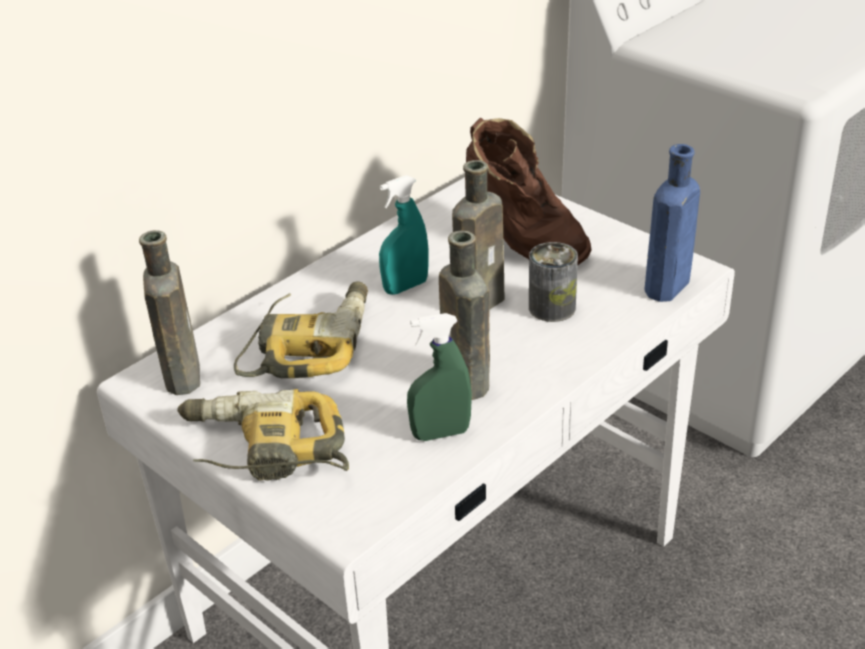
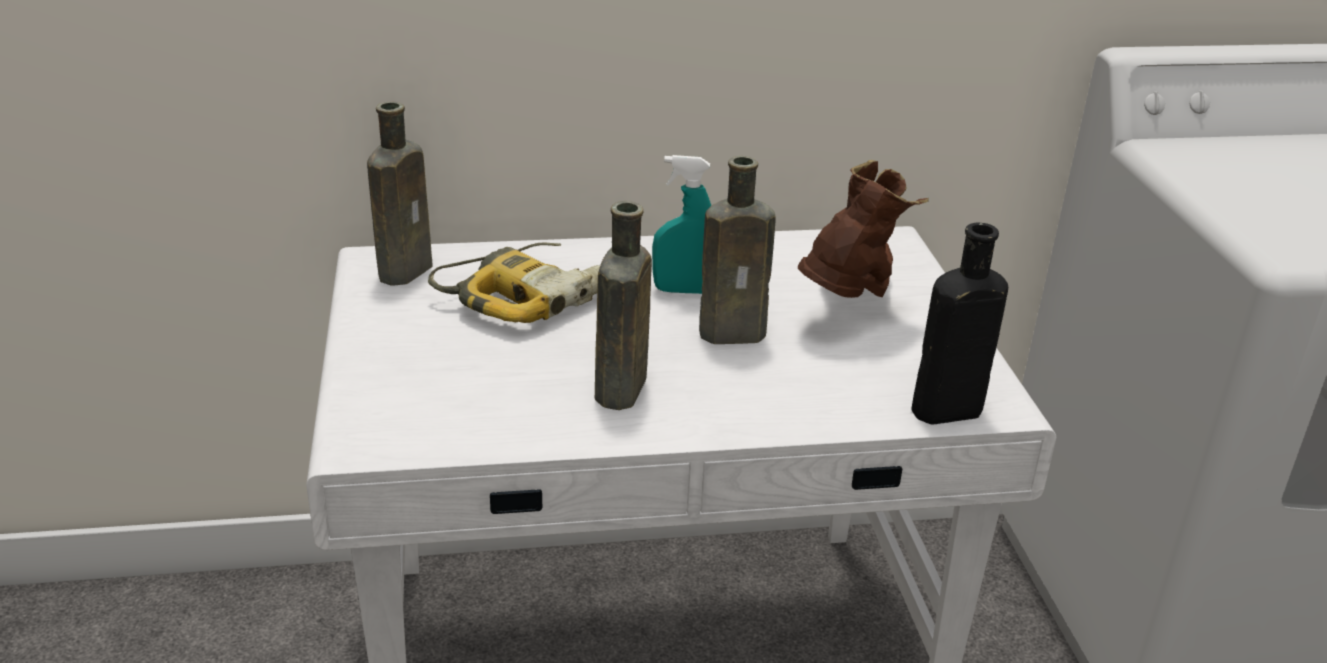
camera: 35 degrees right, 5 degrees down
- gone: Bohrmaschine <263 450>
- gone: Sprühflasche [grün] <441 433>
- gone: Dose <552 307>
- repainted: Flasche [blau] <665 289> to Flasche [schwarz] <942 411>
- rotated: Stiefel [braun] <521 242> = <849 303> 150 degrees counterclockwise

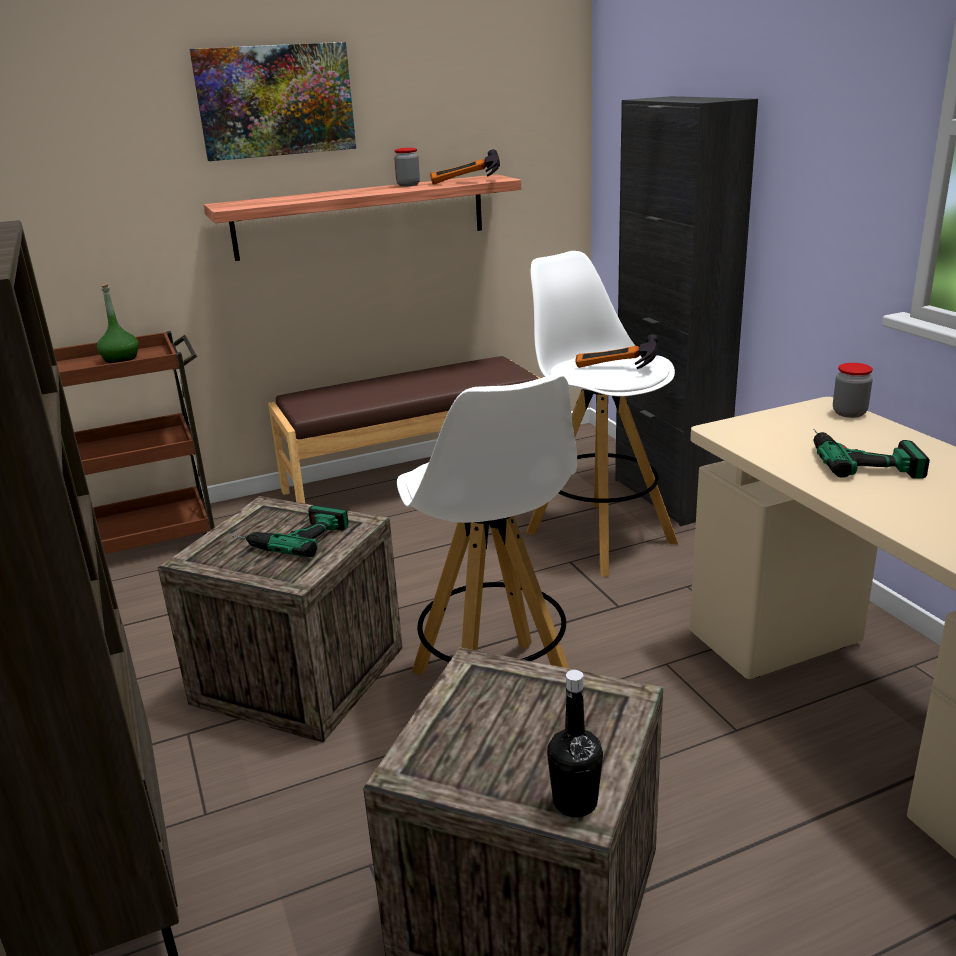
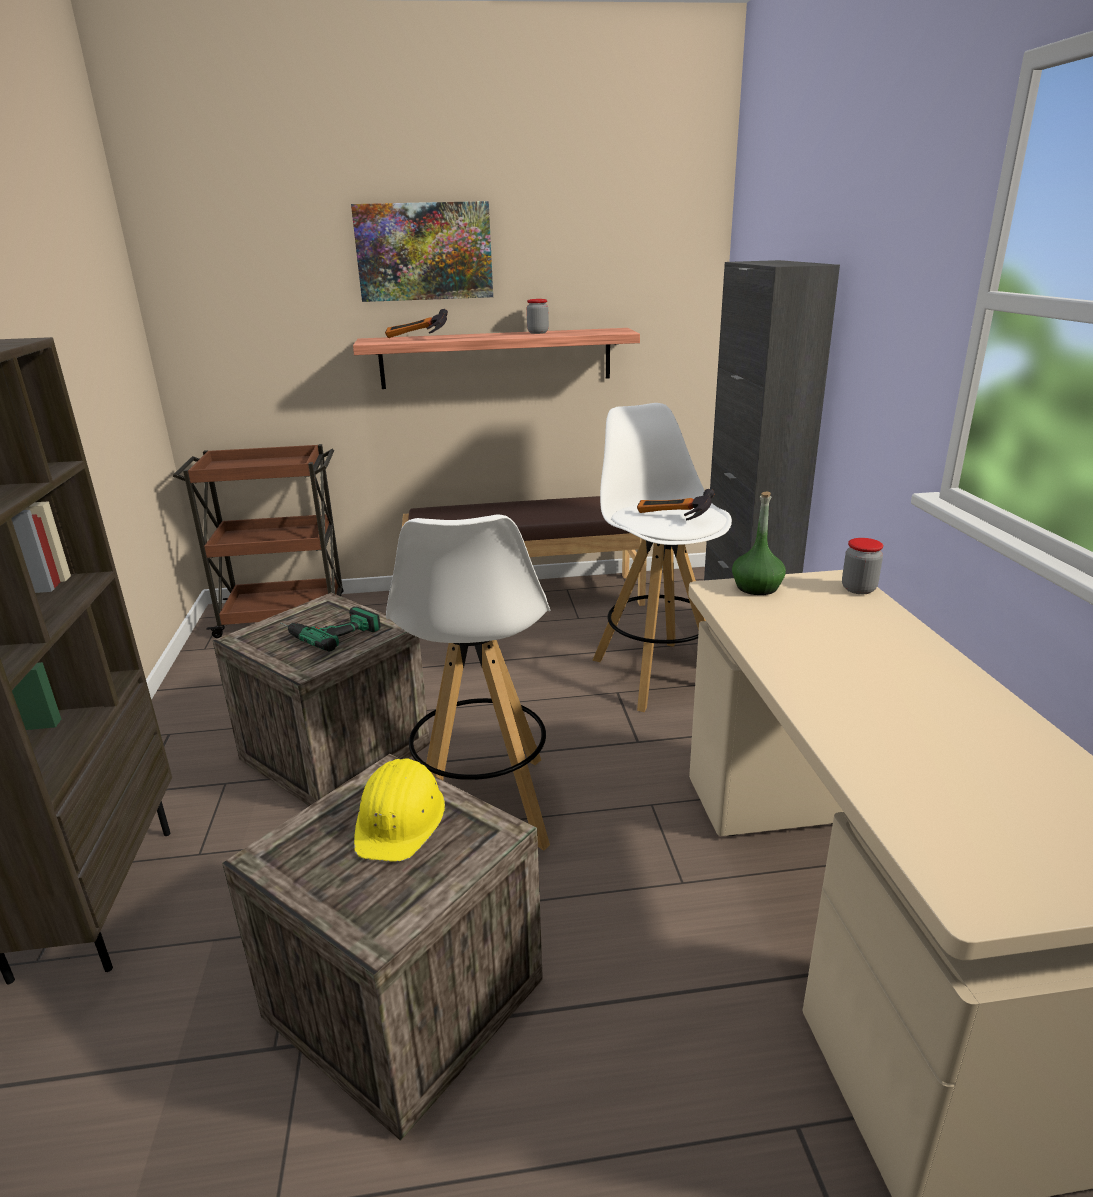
camera: 15 degrees right, 0 degrees up
- gone: Flasche [schwarz] <575 802>
- gone: Bohrmaschine <860 457>
- new: Schutzhelm [gelb] <400 819>
- shifted: Flasche [grün] <120 359> to <756 587>
- shifted: Hammer <466 183> to <415 338>

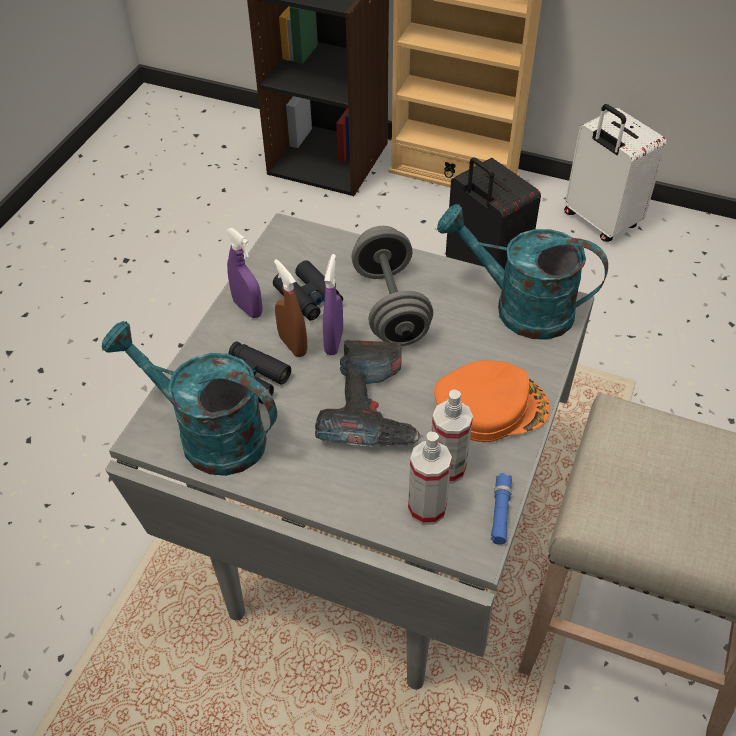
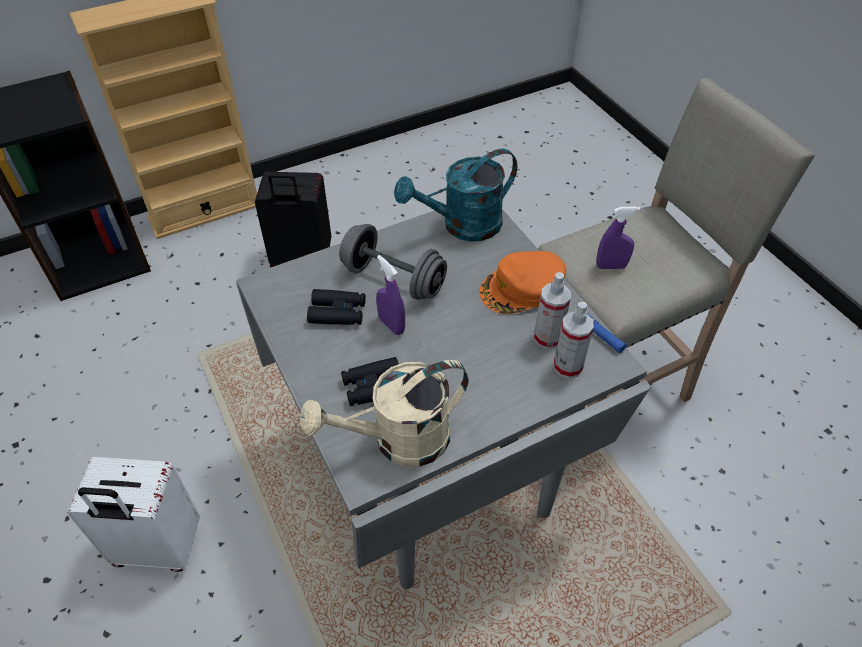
camera: 50 degrees left, 0 degrees up
- gone: Sprühflasche [braun] <293 345>
- gone: Bohrmaschine <372 408>
- shifted: Sprühflasche [lila] <248 308> to <611 266>
- shifted: Koffer [weiß] <599 221> to <157 549>
- repainted: Gießkanne [türkis] <208 435> to Gießkanne [beige] <398 441>
- rotated: Kappe [orange] <491 406> = <522 288> 150 degrees counterclockwise

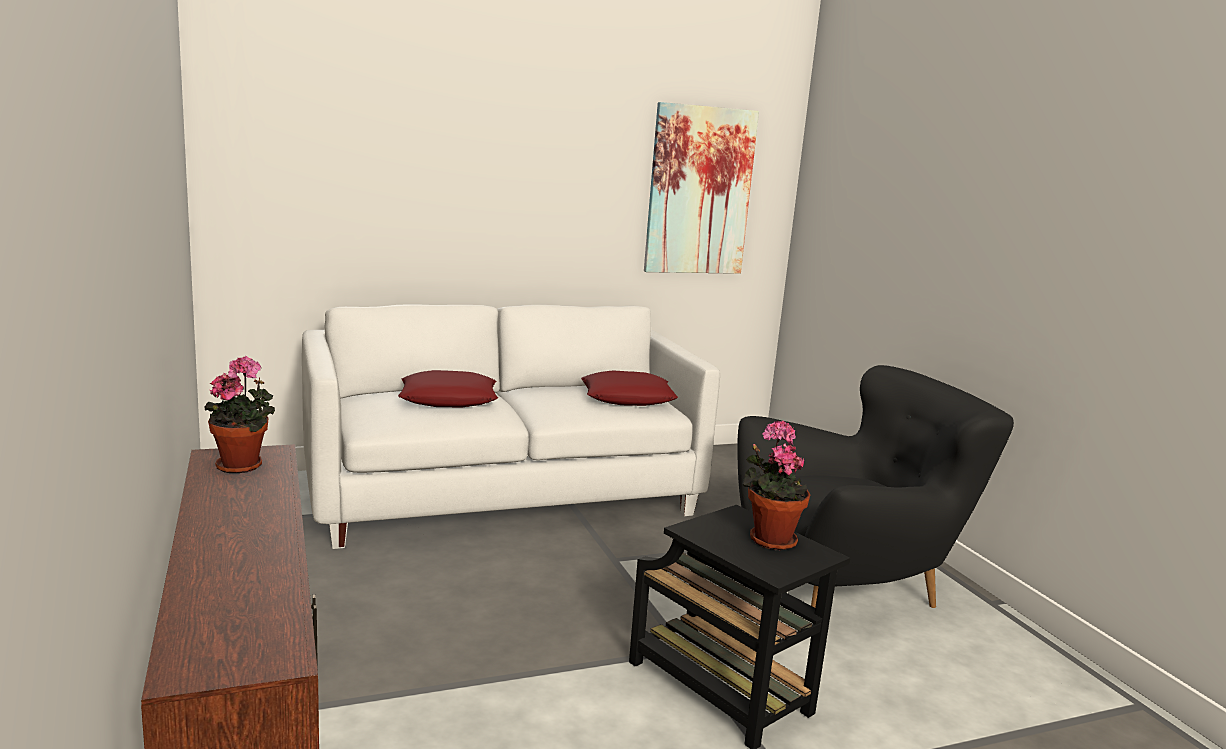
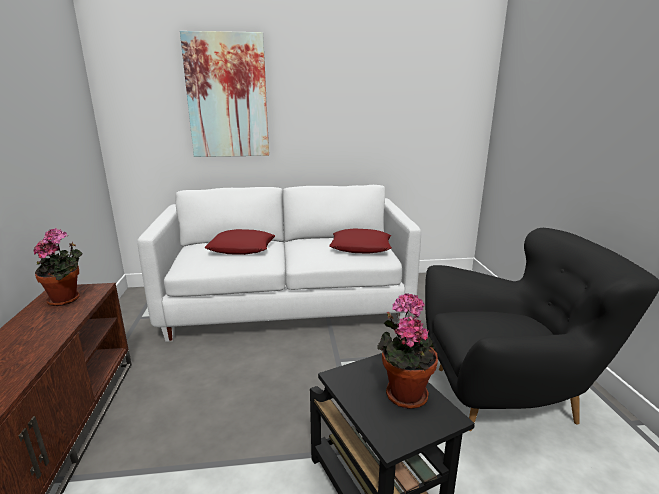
camera: 15 degrees right, 5 degrees up
- shifted: Bild <699 191> to <227 96>

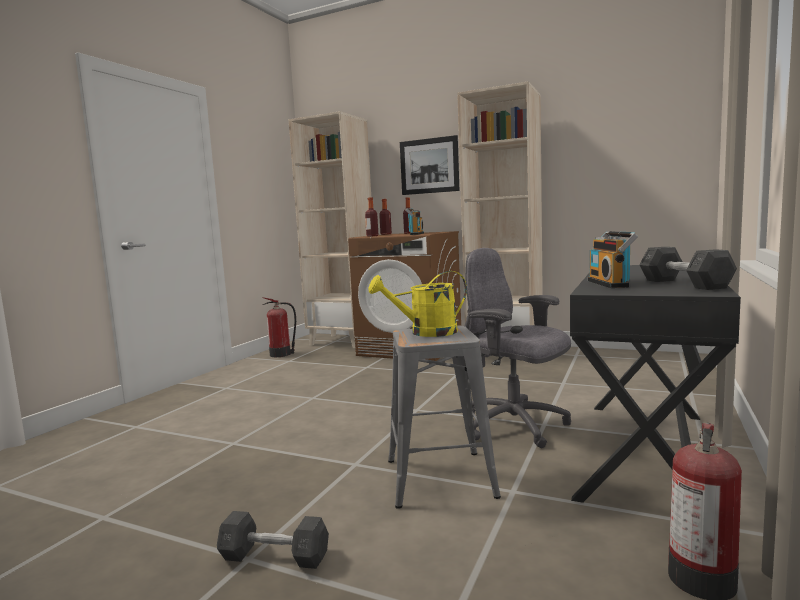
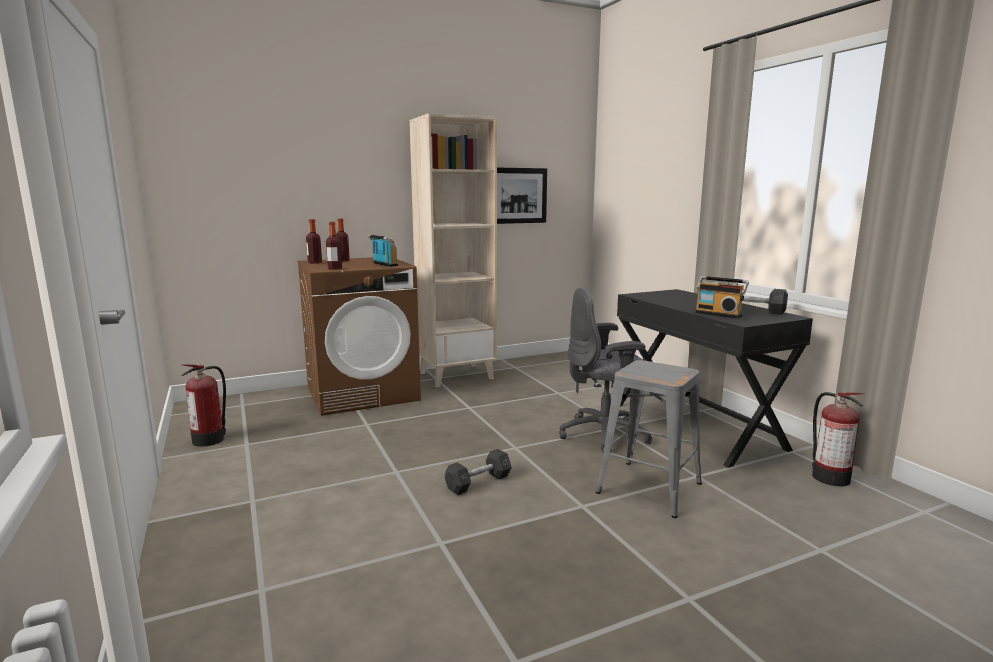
camera: 50 degrees left, 5 degrees up
- gone: Bücherregal [beige] <344 341>
- gone: Gießkanne [gelb] <425 333>
- shifted: Hantel [grau] <274 557> to <478 482>
- shifted: Bild <429 166> to <518 195>

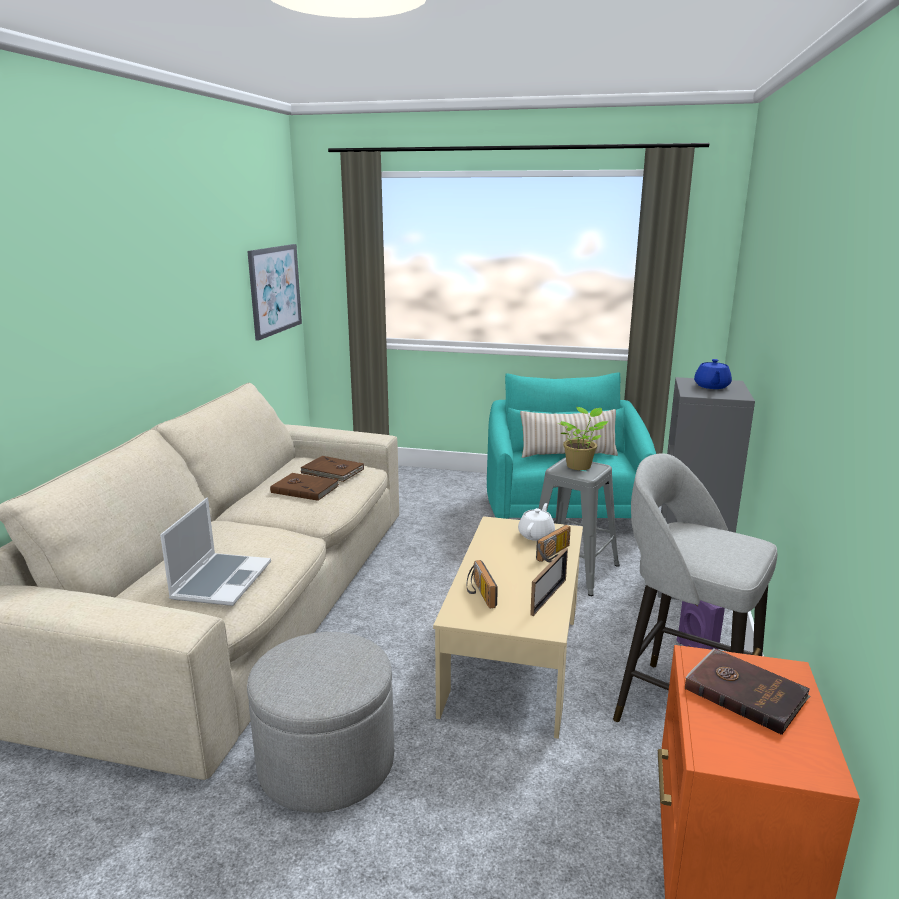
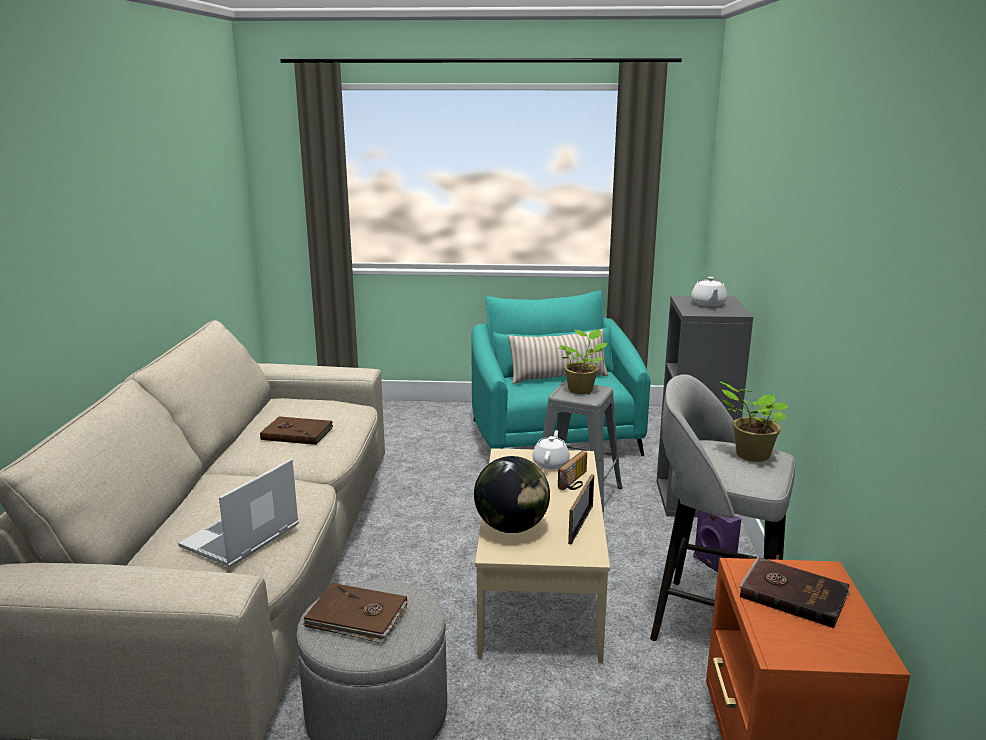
camera: 10 degrees left, 0 degrees up
- gone: Bild <275 290>
- new: Topfpflanze <749 455>
- shifted: Buch [braun] <332 472> to <357 617>
- swapped: Radio <479 593> to Globus <511 527>
- repainted: Teekanne [blau] <711 386> to Teekanne [weiß] <708 304>
- rotated: Laptop <221 580> = <241 538> 150 degrees counterclockwise

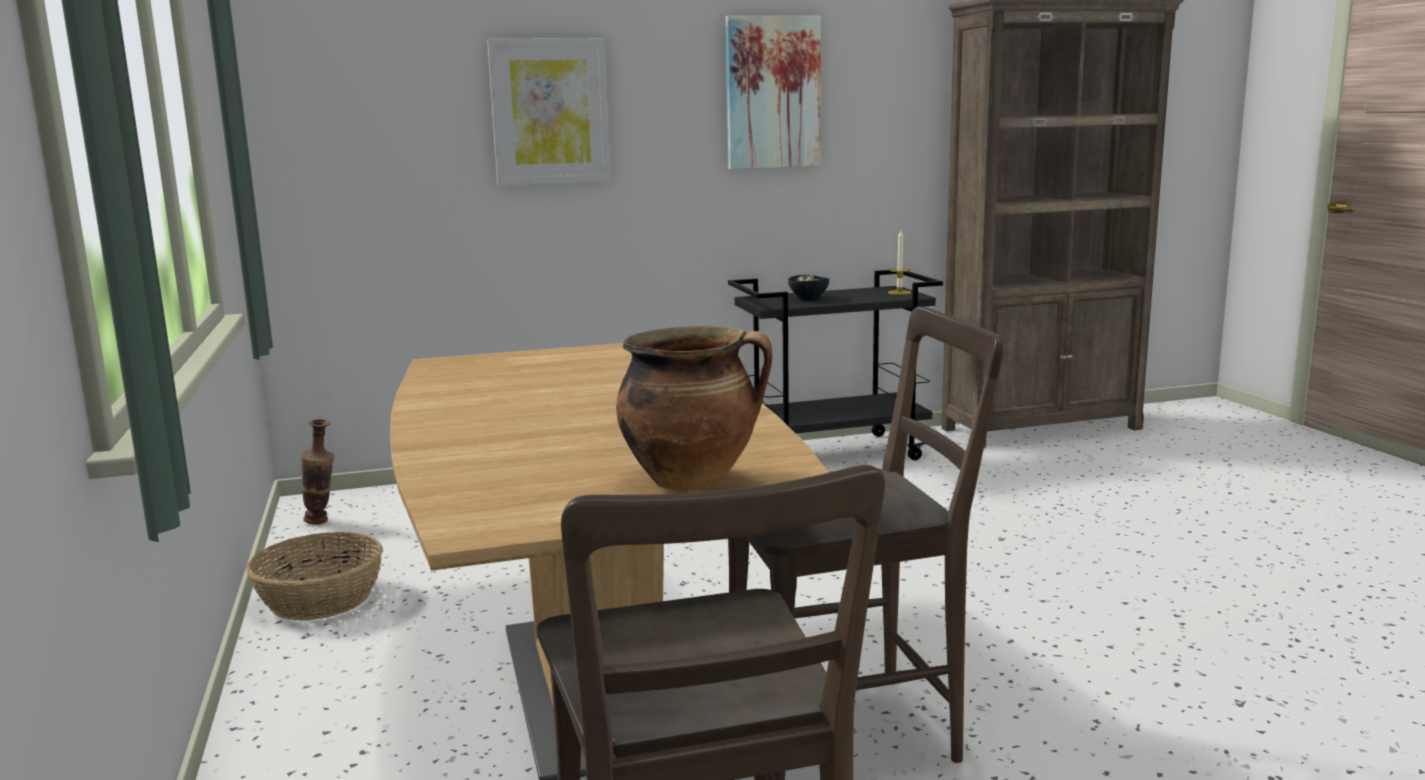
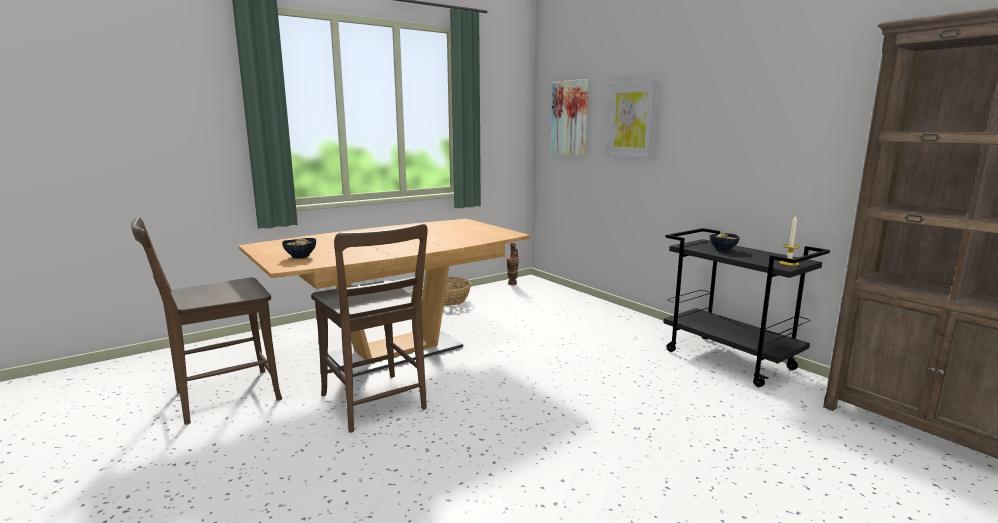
camera: 70 degrees right, 0 degrees up
- shifted: Bild <772 93> to <570 118>
- swapped: Kochtopf <693 480> to Schüssel <301 256>

